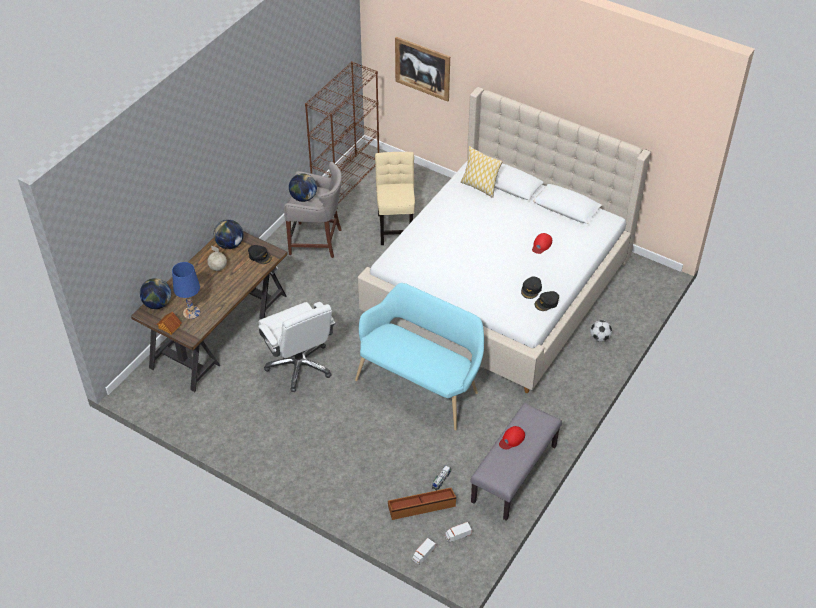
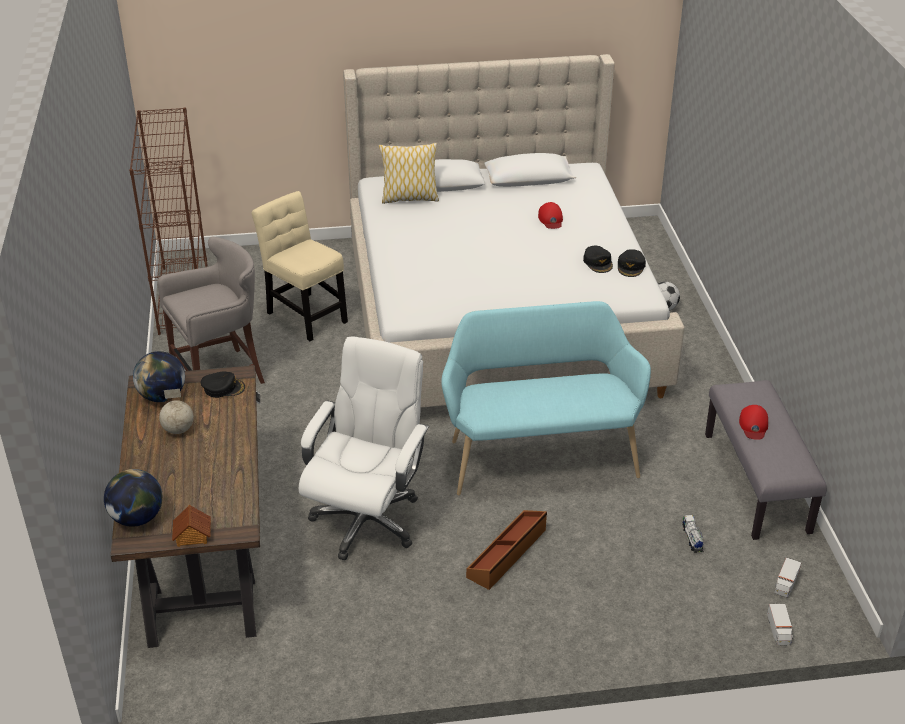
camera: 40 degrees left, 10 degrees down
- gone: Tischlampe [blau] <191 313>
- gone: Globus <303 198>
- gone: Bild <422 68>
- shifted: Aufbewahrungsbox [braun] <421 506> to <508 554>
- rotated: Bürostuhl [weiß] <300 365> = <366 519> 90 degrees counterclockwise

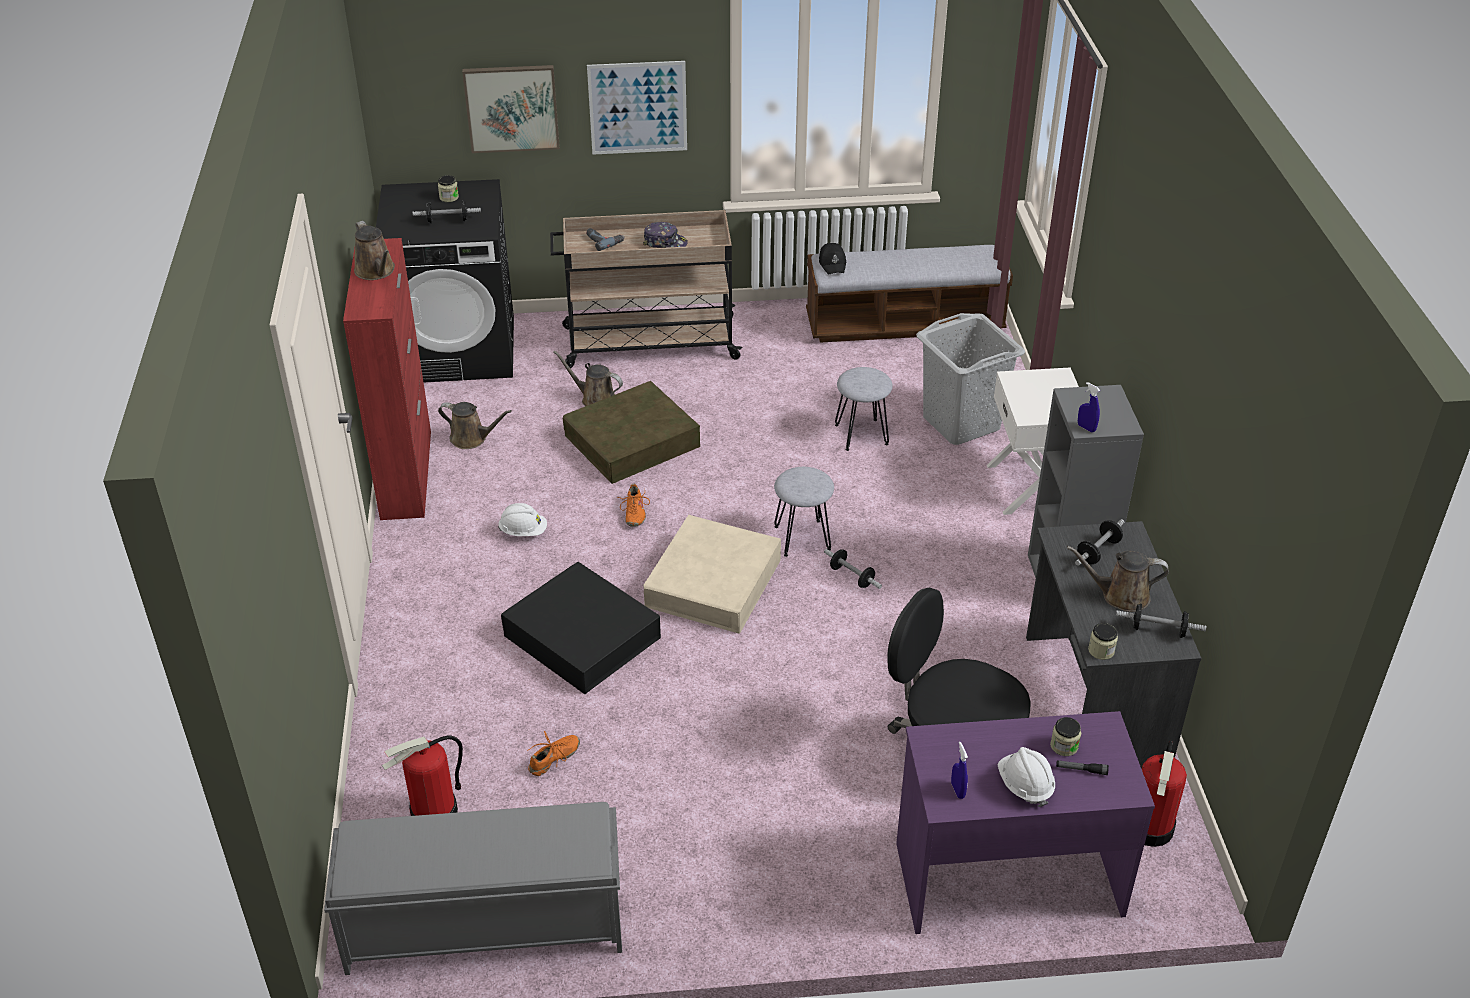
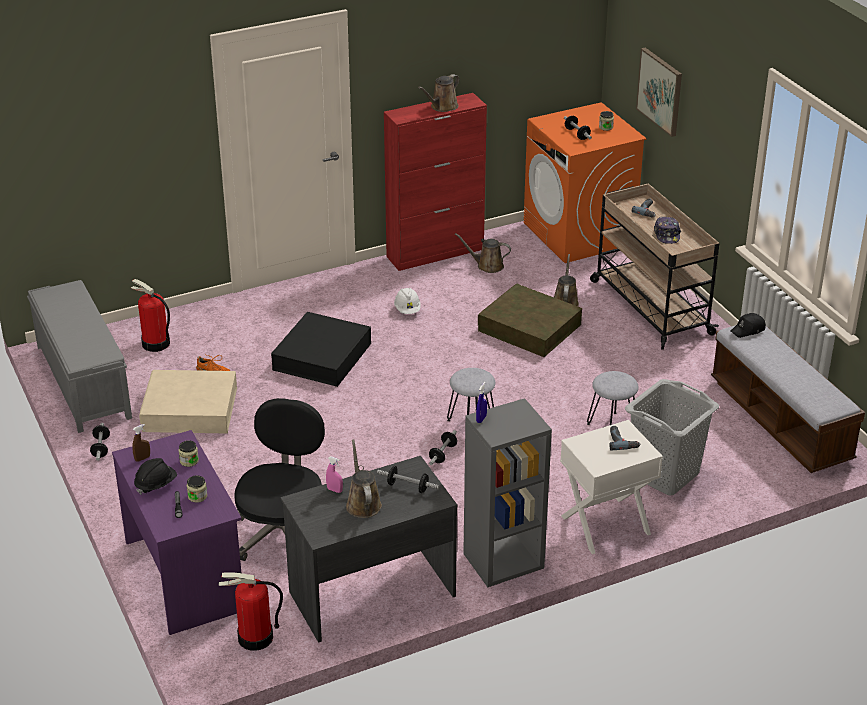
camera: 70 degrees right, 5 degrees down
- gone: Bild <638 107>
- gone: Schuh [orange] <634 513>
- new: Sprühflasche [rosa] <334 490>
- new: Bohrmaschine <622 441>
- shifted: Aufbewahrungsbox [beige] <713 583> to <190 409>
- shifted: Vorratsglas <1101 651> to <189 461>
- shifted: Hantel <1158 630> to <101 448>
- repainted: Waschmaschine [schwarz] <457 349> to Waschmaschine [orange] <579 234>
- repainted: Sprühflasche [blau] <957 790> to Sprühflasche [braun] <142 458>
- repainted: Schutzhelm [weiß] <1025 785> to Schutzhelm [schwarz] <156 484>
- rotated: Gießkanne [braun] <472 438> = <487 266> 105 degrees clockwise

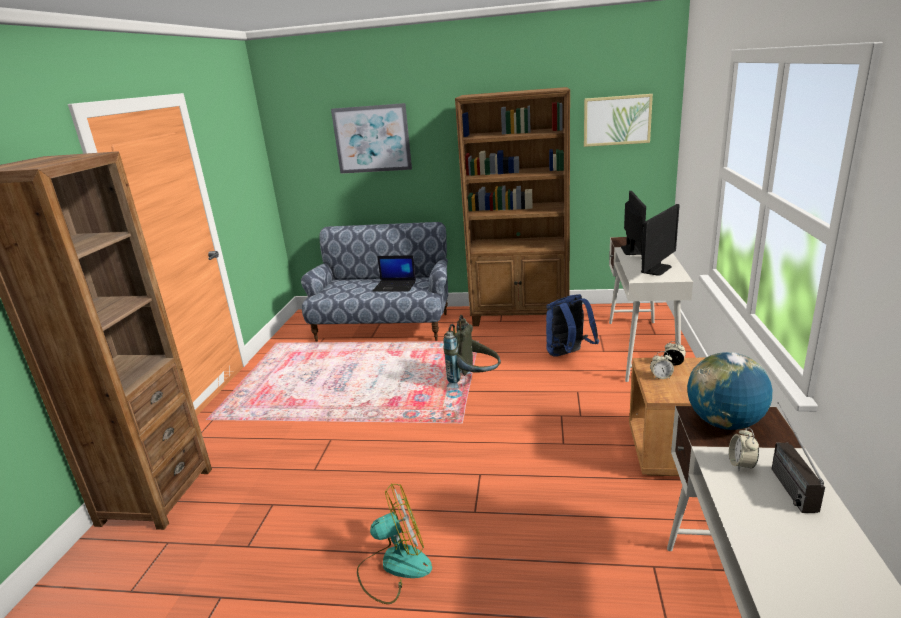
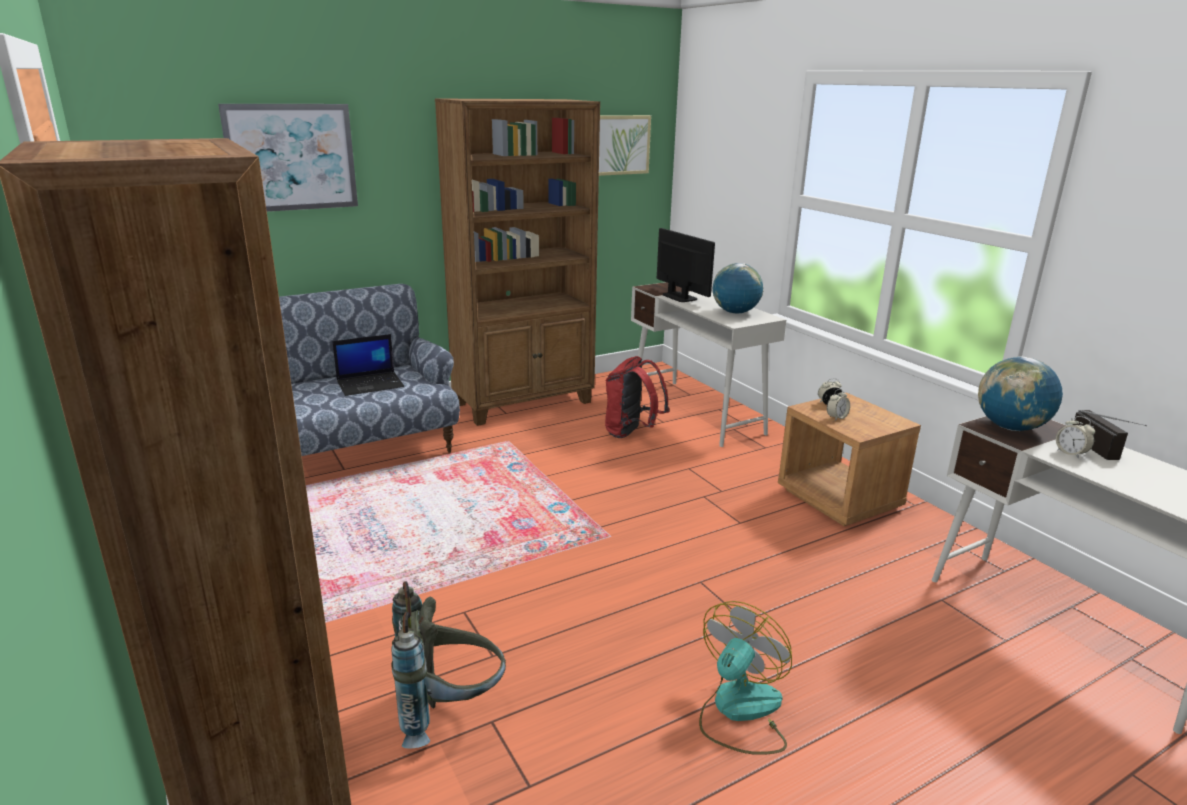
camera: 40 degrees left, 0 degrees up
- shifted: Rucksack [grau] <475 383> to <449 711>
- swapped: Monitor <656 269> to Globus <735 312>
- repainted: Rucksack [blau] <568 354> to Rucksack [rot] <631 433>
- rotated: Radio <783 478> = <1105 454> 150 degrees counterclockwise

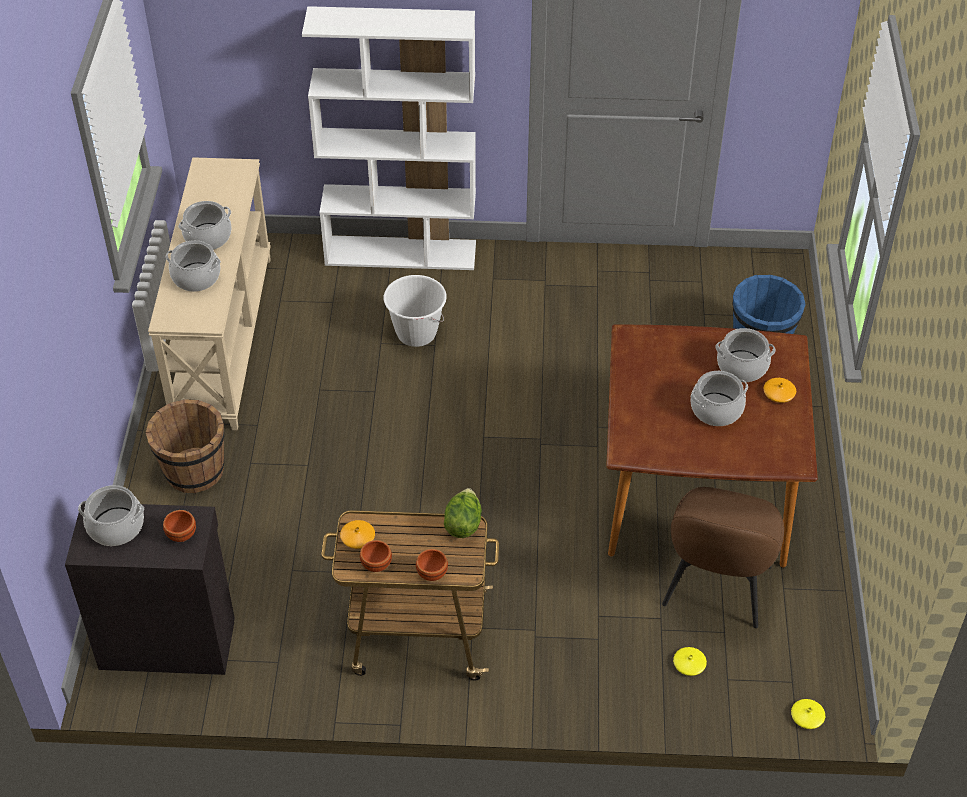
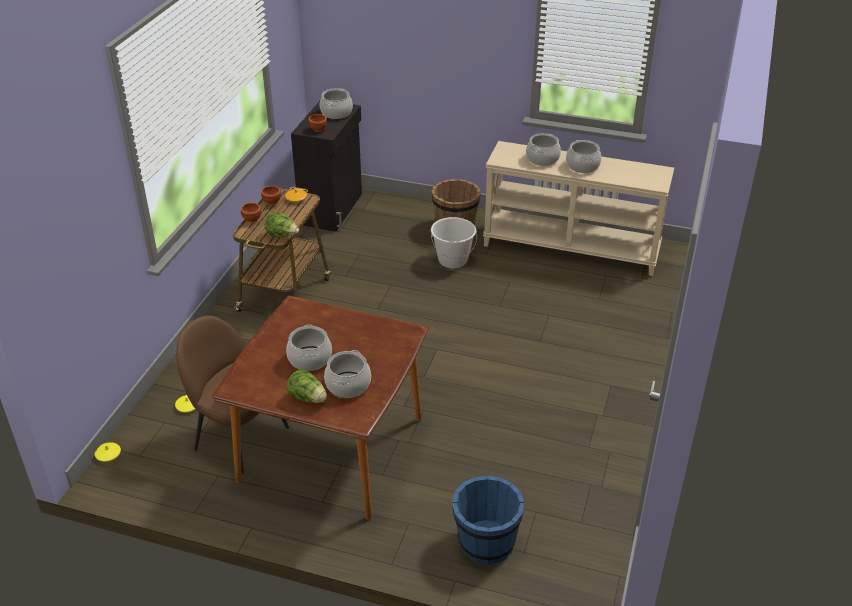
camera: 105 degrees right, 10 degrees down
- gone: Bücherregal [weiß] <401 253>
- shifted: Eimer [weiß] <416 333> to <452 260>
- swapped: Vase [orange] <779 393> to Salatkopf <308 398>

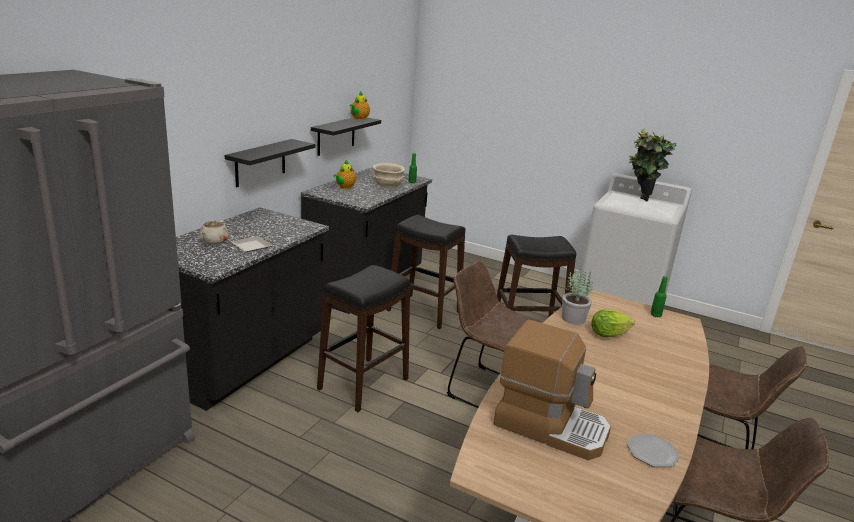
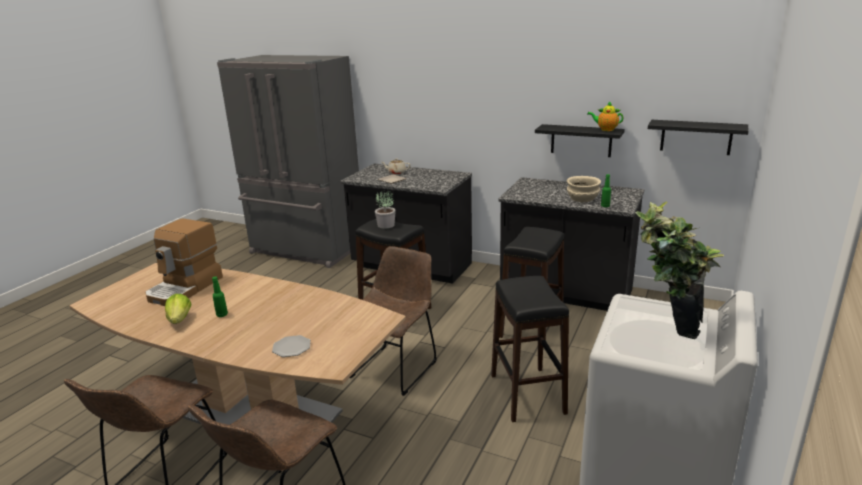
camera: 90 degrees right, 0 degrees up
- gone: Teekanne <344 187>
- shifted: Wandregal [schwarz] <260 163> to <696 137>
- shifted: Topfpflanze <573 318> to <386 225>
- shifted: Salatkopf <608 334> to <180 320>
- shifted: Teller <652 452> to <291 348>
- shifted: Flasche [grün] <655 315> to <222 315>

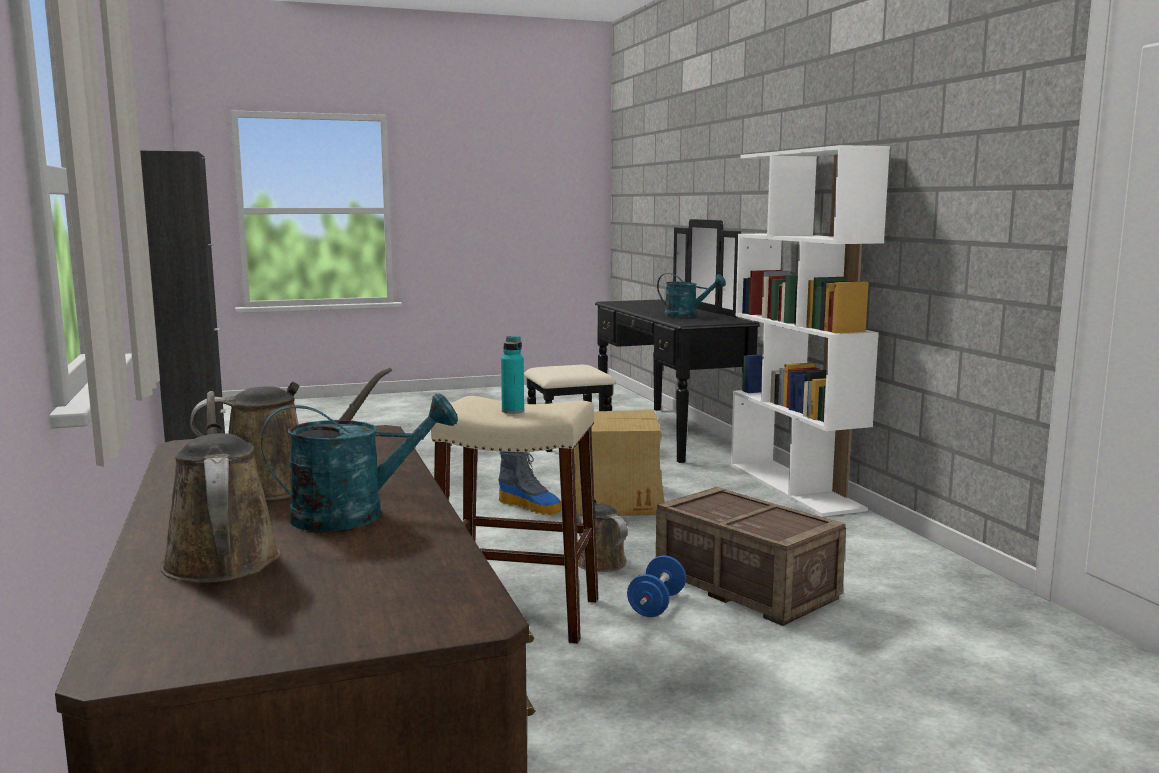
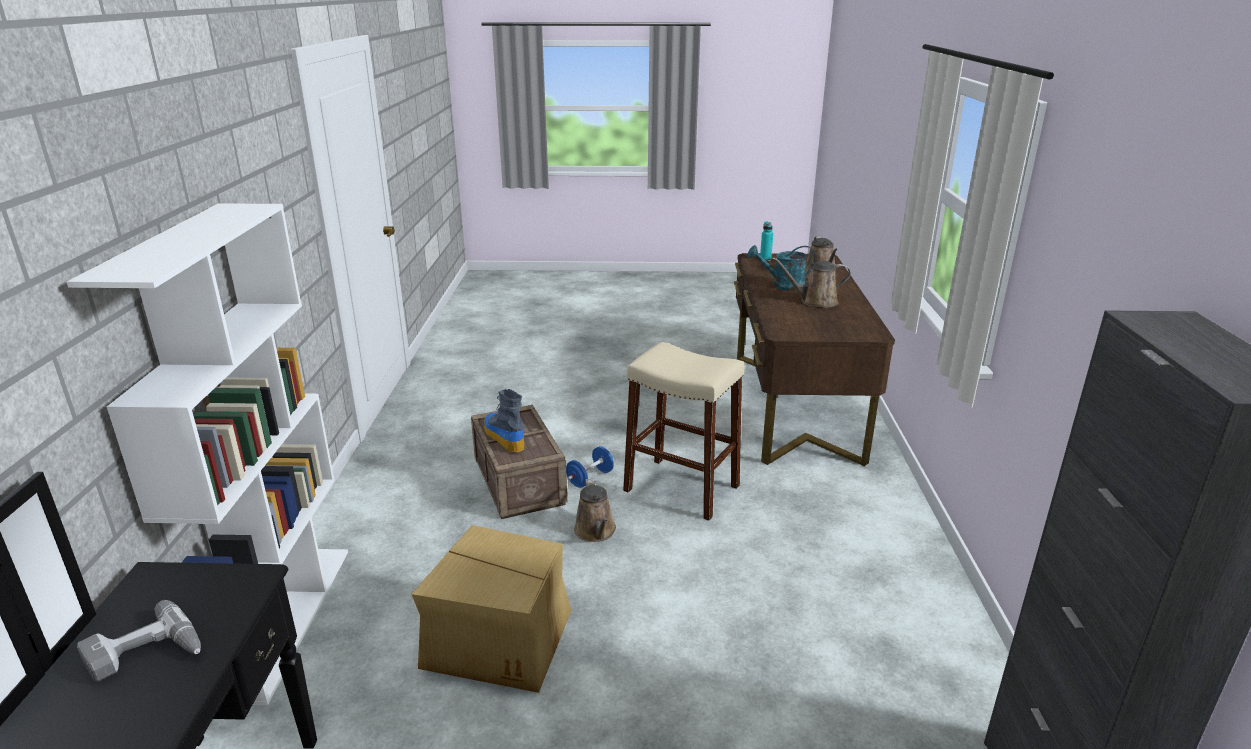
camera: 160 degrees left, 15 degrees up
- shifted: Stiefel <530 506> to <503 437>
- shifted: Flasche [türkis] <513 411> to <765 259>
- swapped: Gießkanne [türkis] <686 316> to Bohrmaschine <146 656>

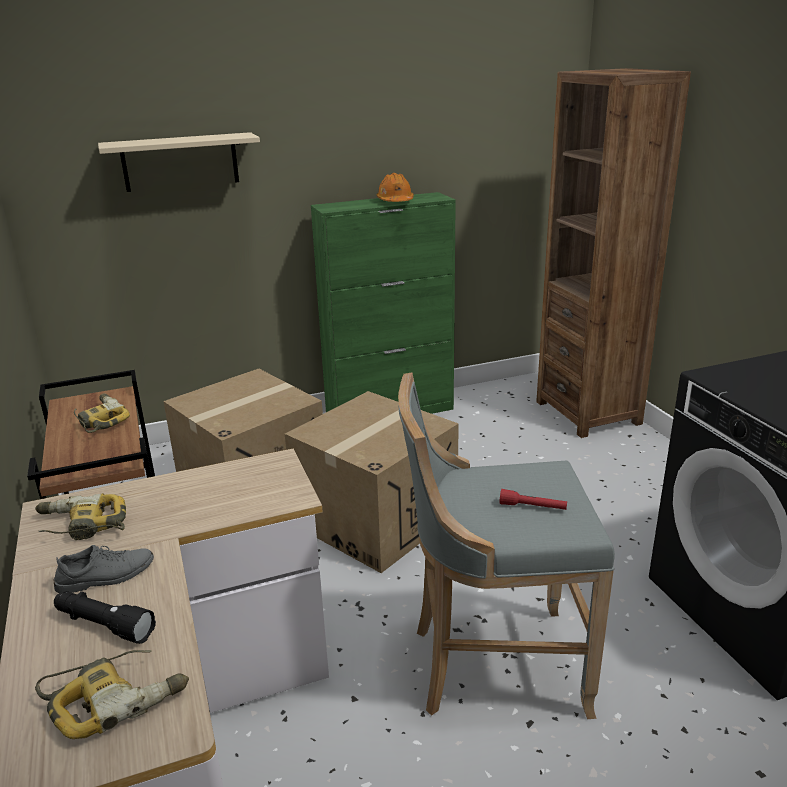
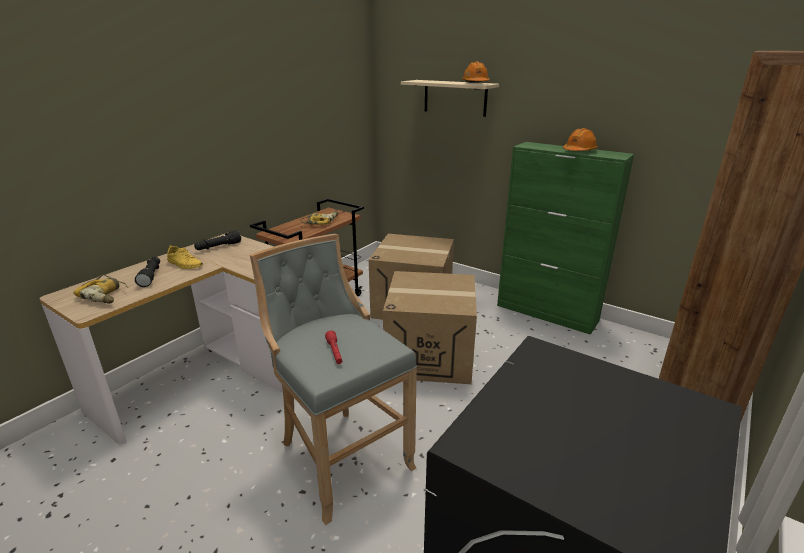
camera: 55 degrees right, 0 degrees up
- new: Schutzhelm [orange] <475 83>
- swapped: Bohrmaschine <81 526> to Taschenlampe [schwarz] <218 247>
- repainted: Schuh [grau] <106 576> to Schuh [gelb] <185 264>

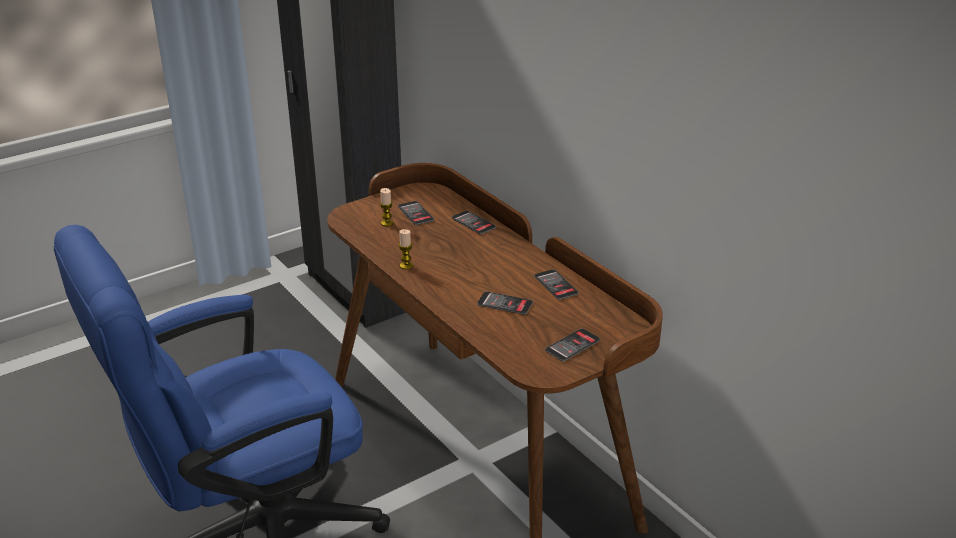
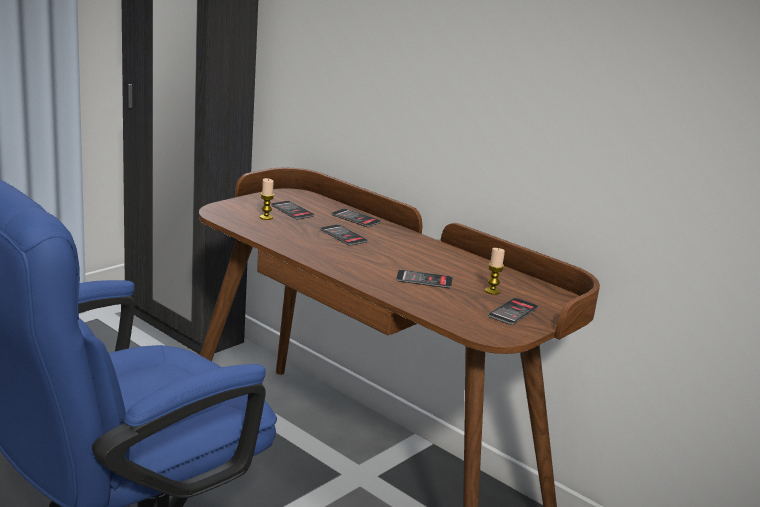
camera: 15 degrees left, 10 degrees down
- shifted: Kerze <406 266> to <492 291>
- shifted: Handy <556 285> to <343 235>

